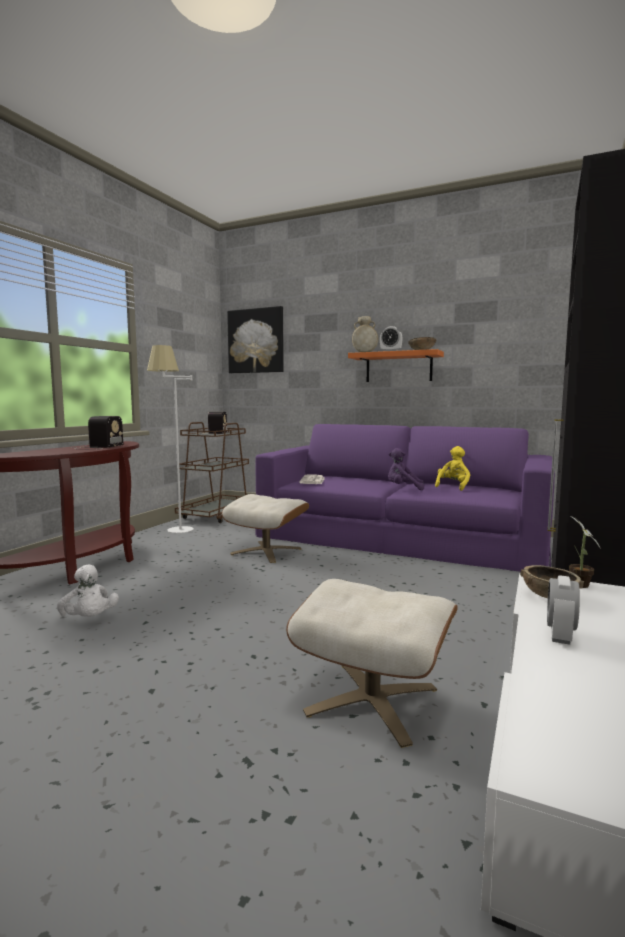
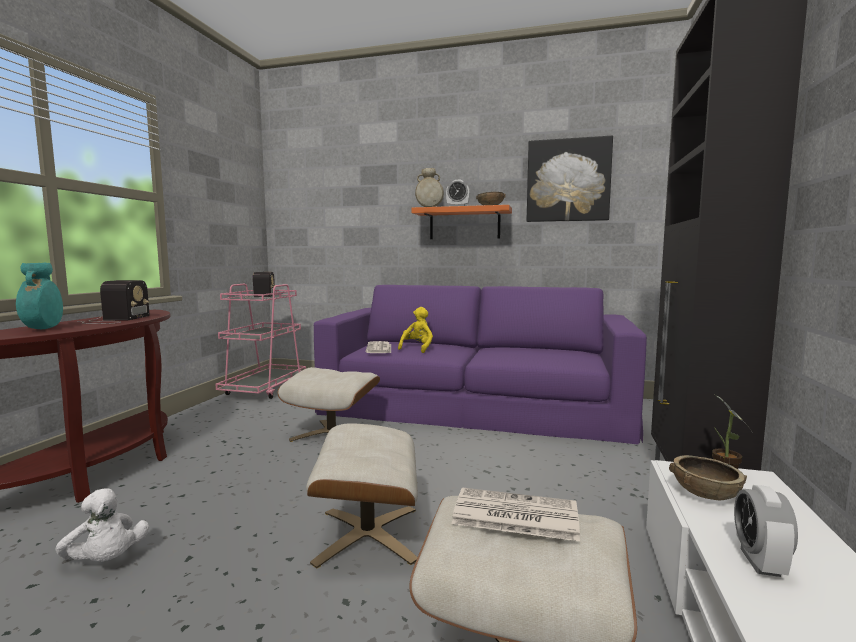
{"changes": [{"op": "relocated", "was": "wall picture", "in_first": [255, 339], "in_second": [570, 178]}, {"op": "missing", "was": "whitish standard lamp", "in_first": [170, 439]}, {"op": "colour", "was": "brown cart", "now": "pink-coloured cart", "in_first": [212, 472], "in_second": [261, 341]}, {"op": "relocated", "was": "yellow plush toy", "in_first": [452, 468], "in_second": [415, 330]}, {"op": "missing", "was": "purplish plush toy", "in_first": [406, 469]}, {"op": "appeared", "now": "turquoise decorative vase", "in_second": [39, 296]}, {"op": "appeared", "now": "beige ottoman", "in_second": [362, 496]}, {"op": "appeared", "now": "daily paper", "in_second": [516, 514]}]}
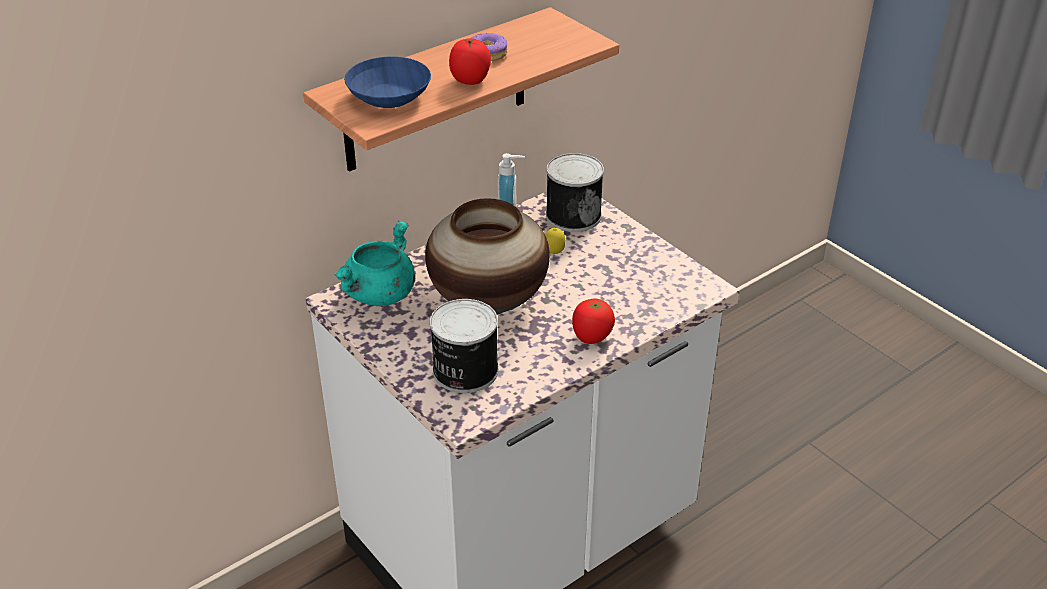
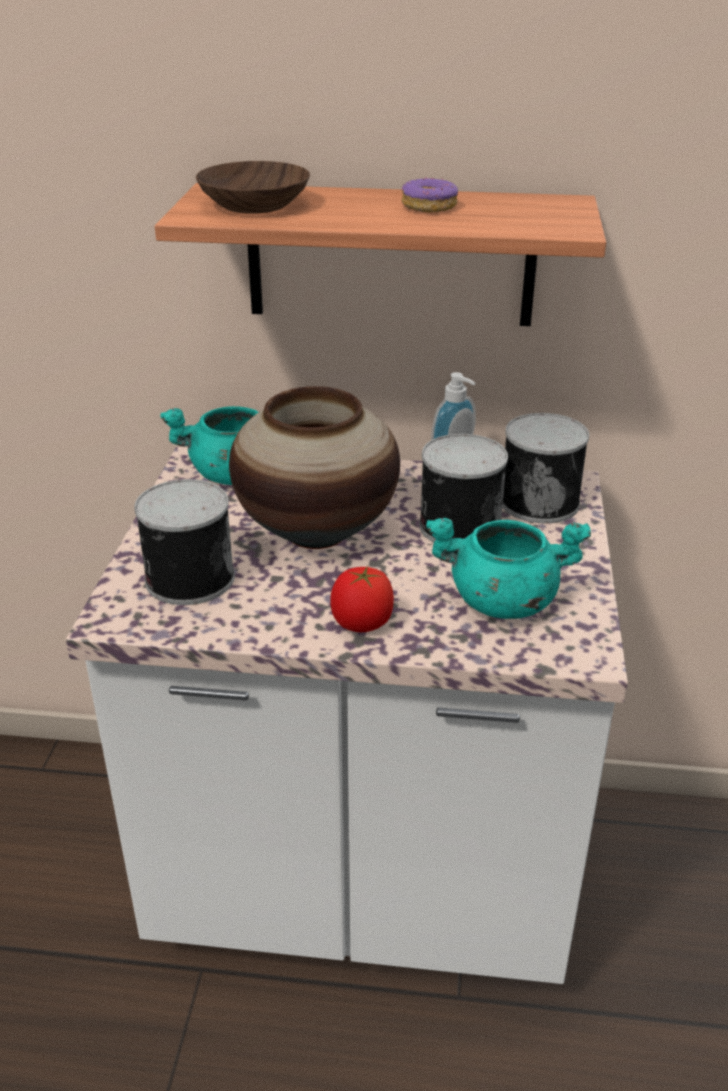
{"changes": [{"op": "missing", "was": "tomato", "in_first": [470, 61]}, {"op": "colour", "was": "blue-coloured serving bowl", "now": "brown serving bowl", "in_first": [387, 82], "in_second": [253, 187]}, {"op": "exchanged", "was": "whole lemon", "now": "metal can", "in_first": [555, 241], "in_second": [463, 488]}, {"op": "appeared", "now": "turquoise cooking pot", "in_second": [508, 568]}]}
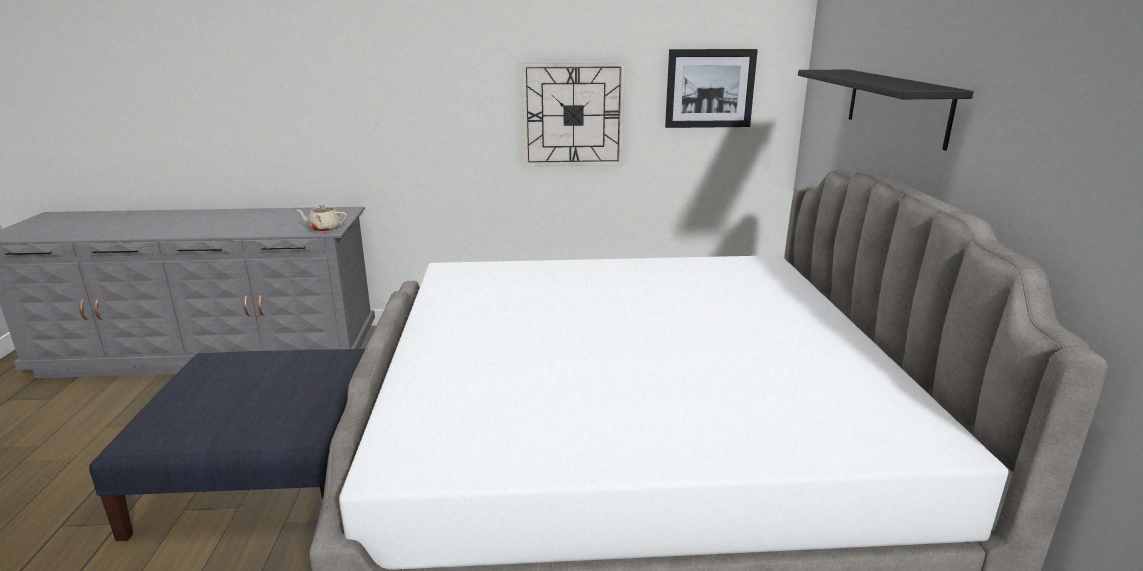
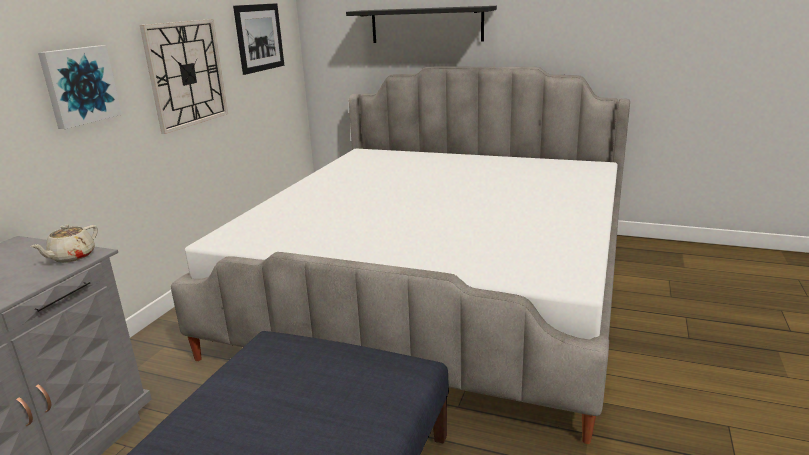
{"changes": [{"op": "appeared", "now": "wall picture", "in_second": [80, 87]}]}
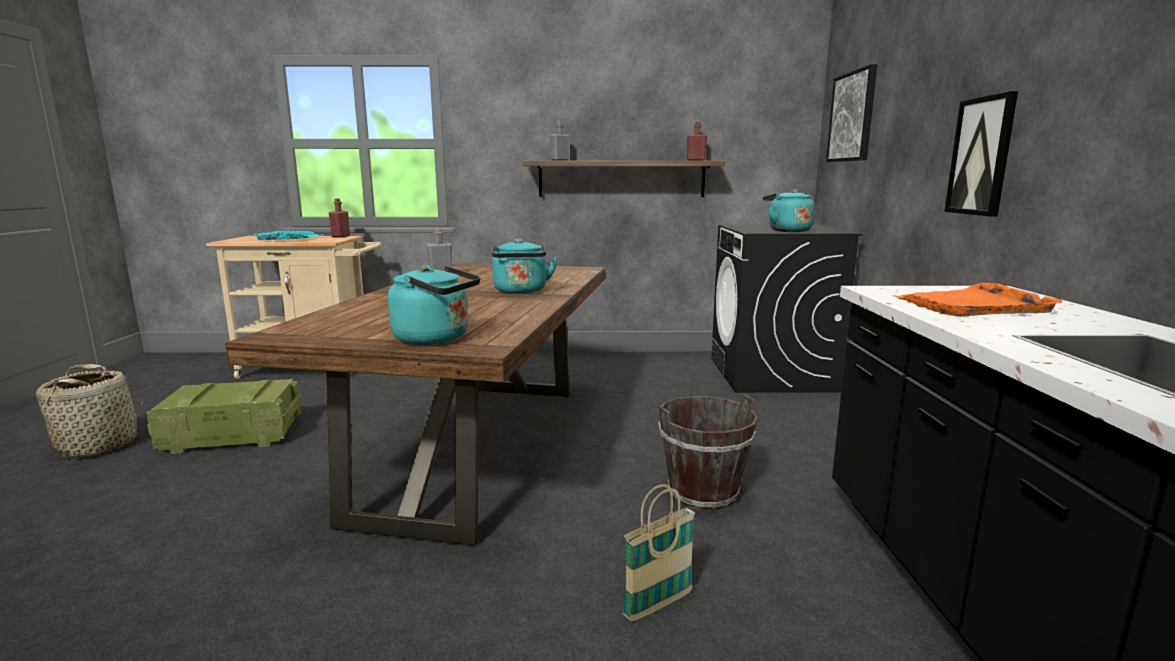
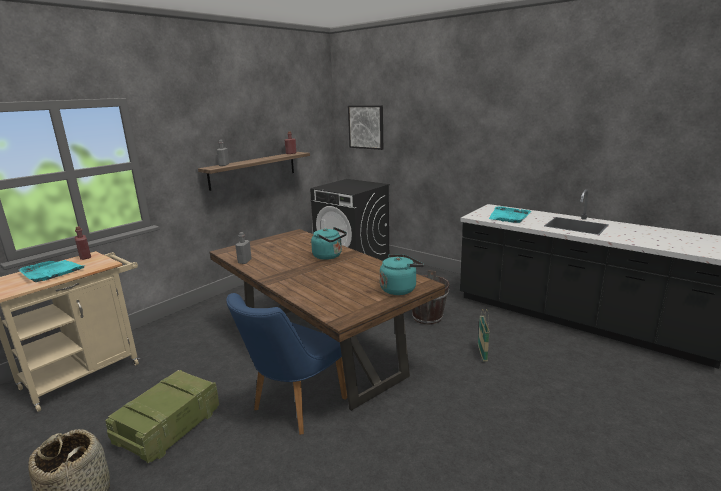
{"changes": [{"op": "missing", "was": "wall picture", "in_first": [981, 153]}, {"op": "missing", "was": "turquoise kettle", "in_first": [788, 210]}, {"op": "colour", "was": "orangey carrying tray", "now": "turquoise carrying tray", "in_first": [978, 300], "in_second": [510, 215]}, {"op": "appeared", "now": "blue-coloured upright chair", "in_second": [286, 364]}]}
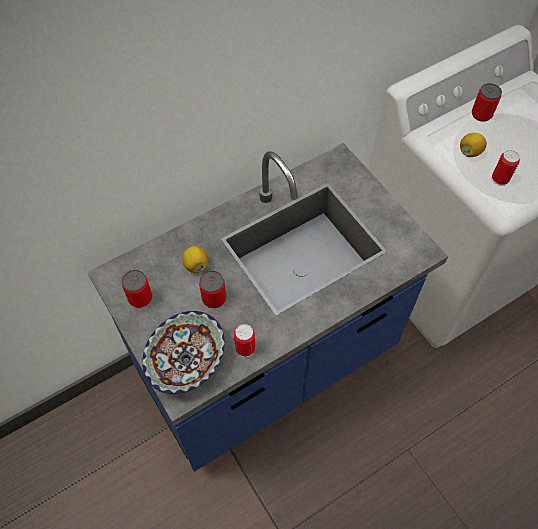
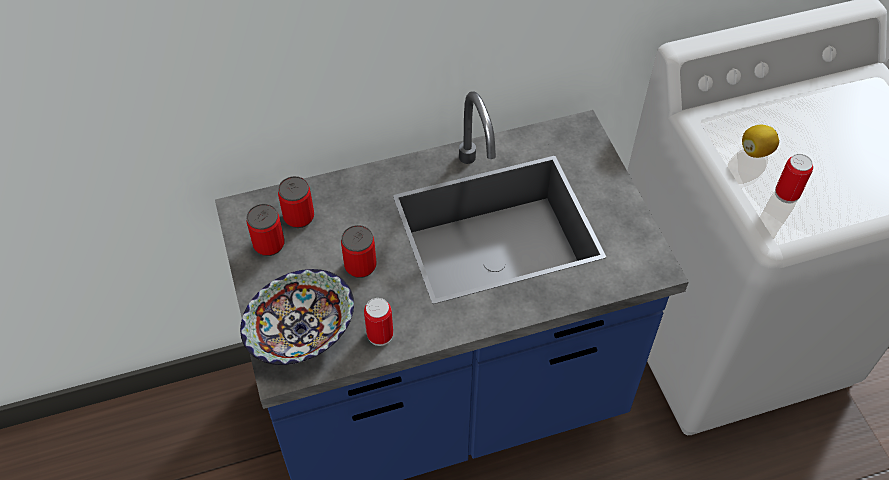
{"changes": [{"op": "relocated", "was": "metal can", "in_first": [487, 102], "in_second": [296, 202]}, {"op": "missing", "was": "whole lemon", "in_first": [195, 259]}]}
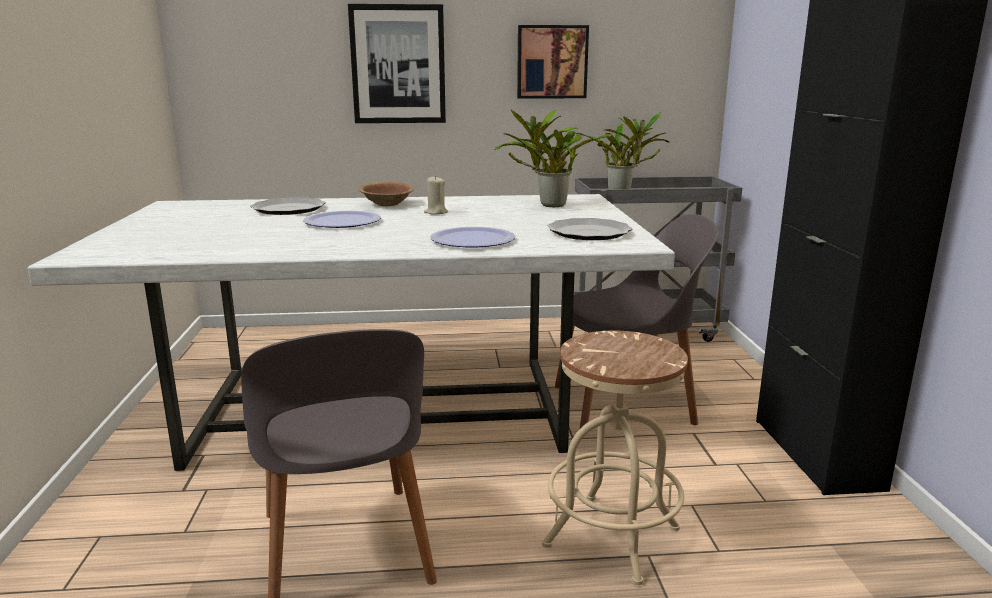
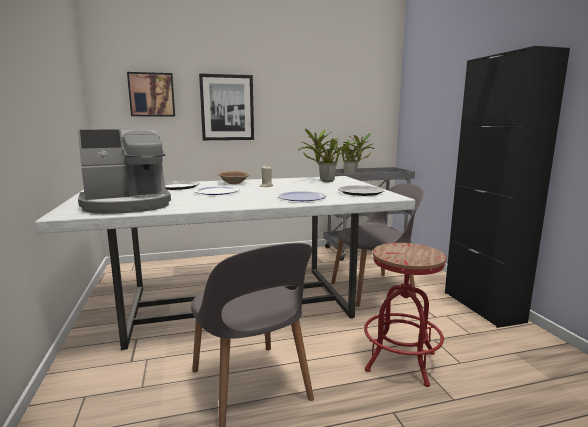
{"changes": [{"op": "relocated", "was": "wall picture", "in_first": [553, 62], "in_second": [151, 94]}, {"op": "colour", "was": "beige sitting stool", "now": "red sitting stool", "in_first": [615, 458], "in_second": [405, 315]}, {"op": "appeared", "now": "coffee maker", "in_second": [124, 171]}]}
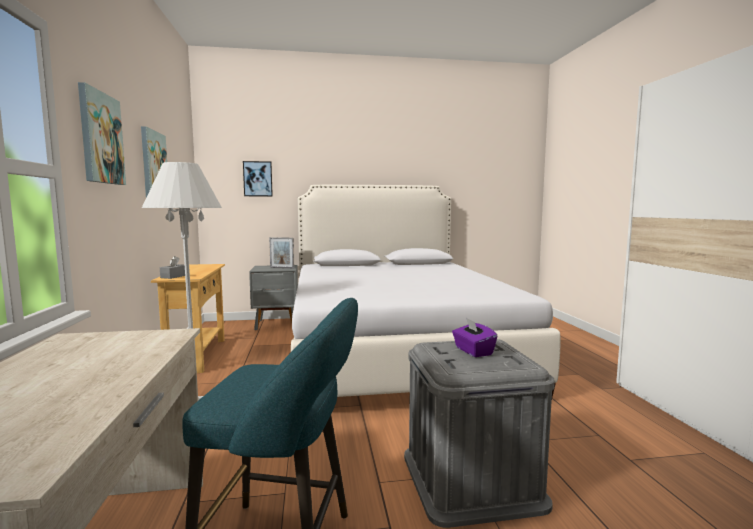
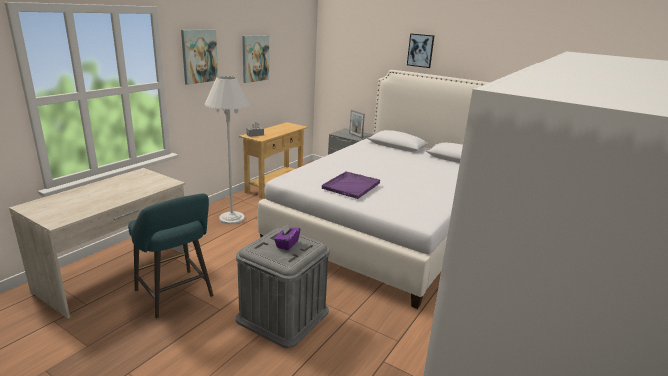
{"changes": [{"op": "relocated", "was": "wall picture", "in_first": [258, 178], "in_second": [420, 50]}, {"op": "appeared", "now": "purplish carrying tray", "in_second": [351, 185]}]}
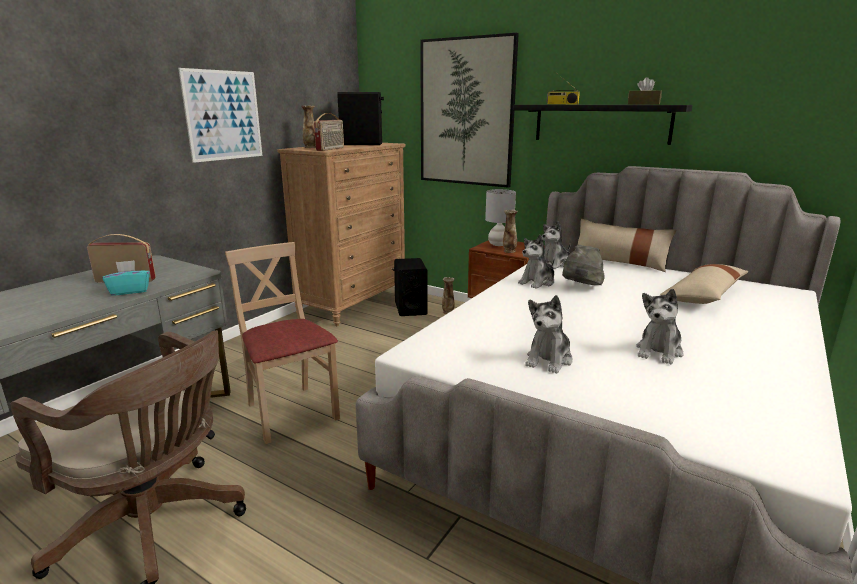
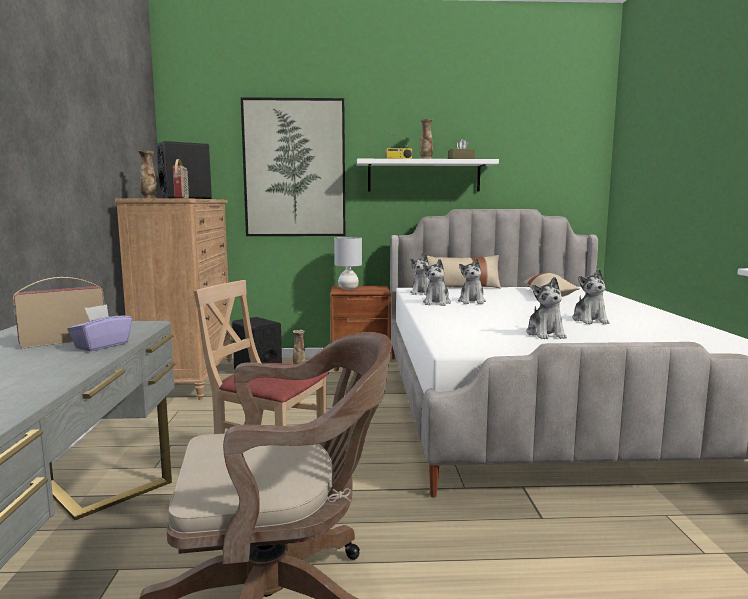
{"changes": [{"op": "missing", "was": "wall picture", "in_first": [220, 115]}, {"op": "colour", "was": "black bracket shelf", "now": "whitish bracket shelf", "in_first": [603, 125], "in_second": [428, 175]}, {"op": "relocated", "was": "decorative vase", "in_first": [510, 231], "in_second": [426, 139]}, {"op": "exchanged", "was": "gray hat", "now": "plush toy", "in_first": [583, 265], "in_second": [472, 281]}, {"op": "colour", "was": "turquoise tissue box", "now": "purplish tissue box", "in_first": [126, 278], "in_second": [99, 327]}]}
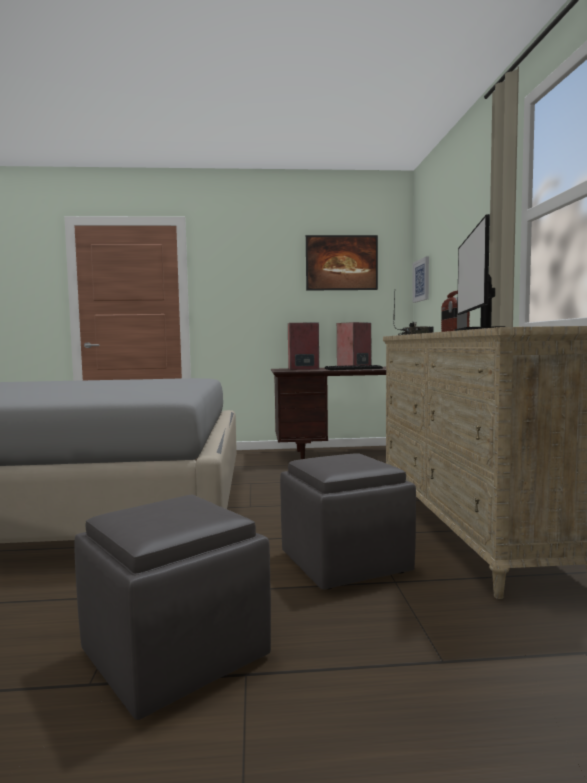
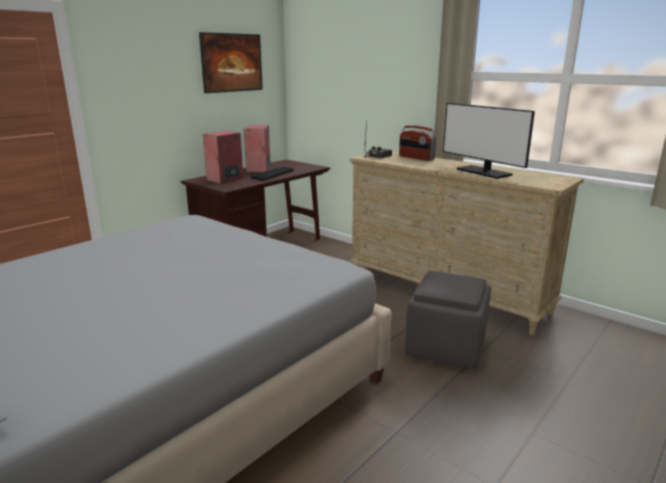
{"changes": [{"op": "missing", "was": "wall picture", "in_first": [420, 279]}, {"op": "missing", "was": "gray ottoman", "in_first": [173, 607]}]}
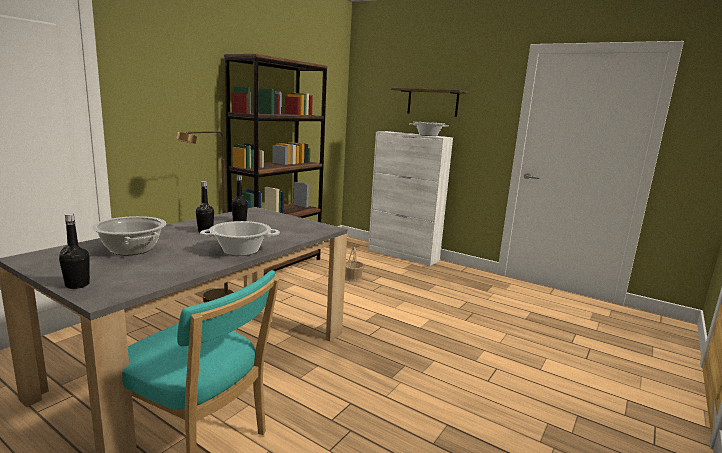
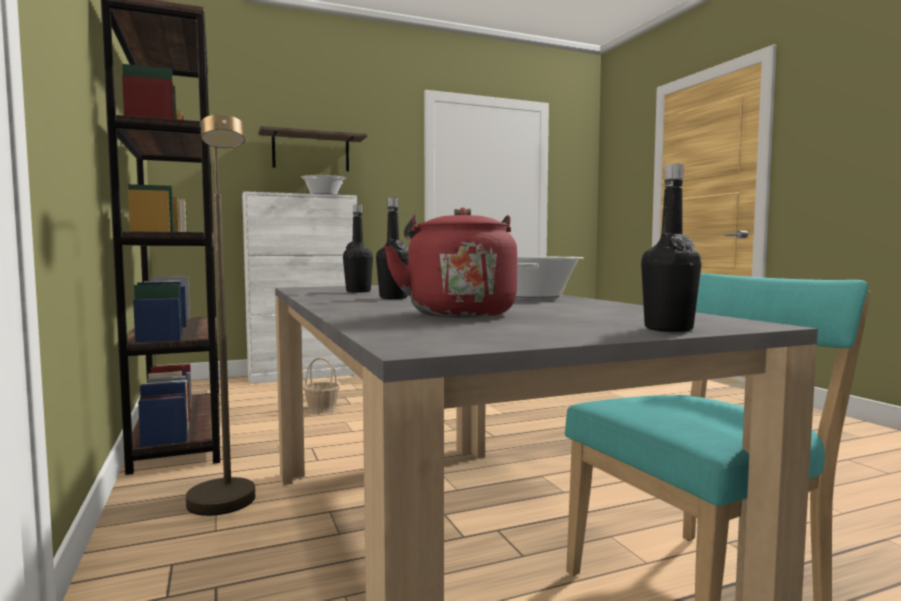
{"changes": [{"op": "exchanged", "was": "cooking pot", "now": "red kettle", "in_first": [128, 235], "in_second": [450, 263]}]}
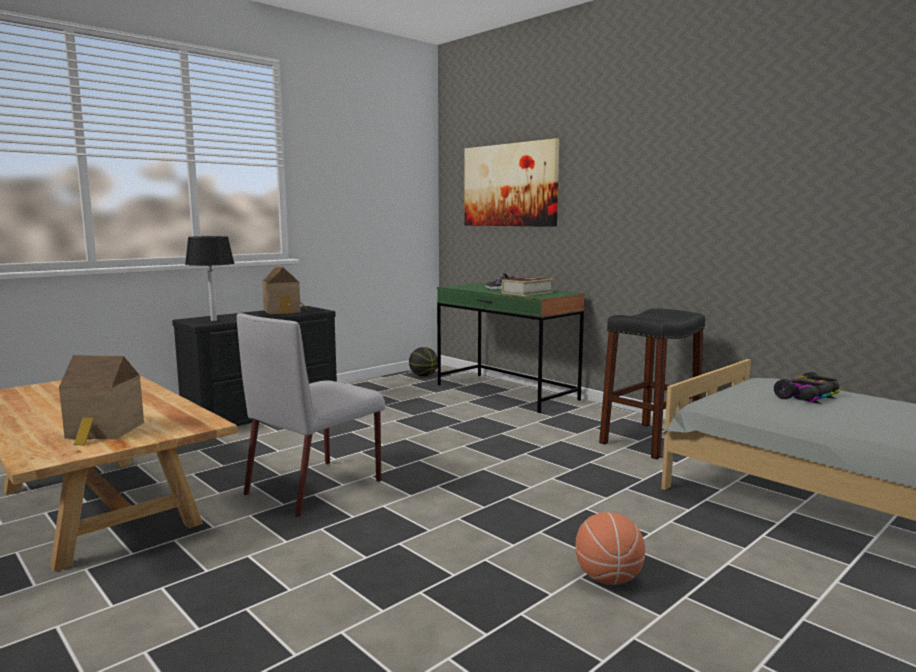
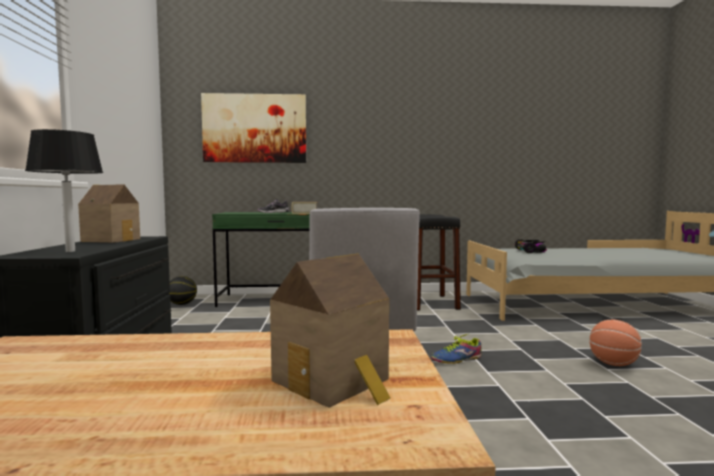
{"changes": [{"op": "appeared", "now": "item of footwear", "in_second": [456, 349]}]}
